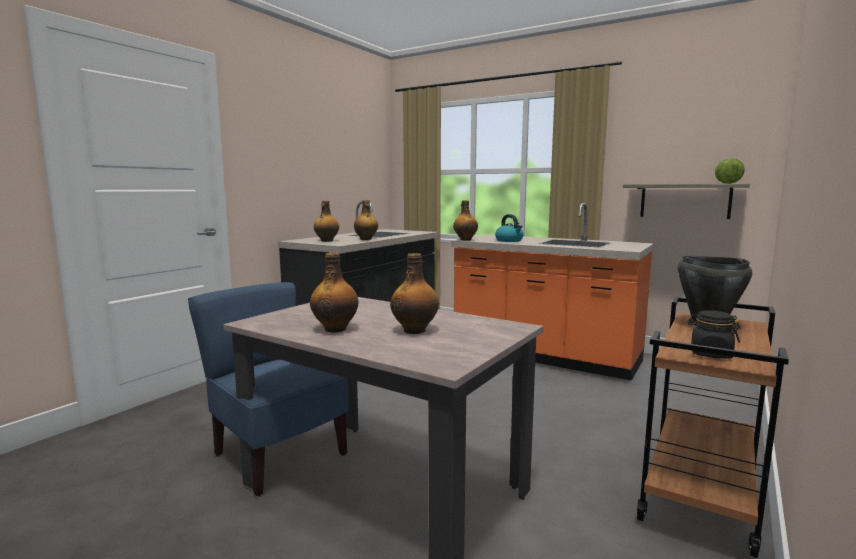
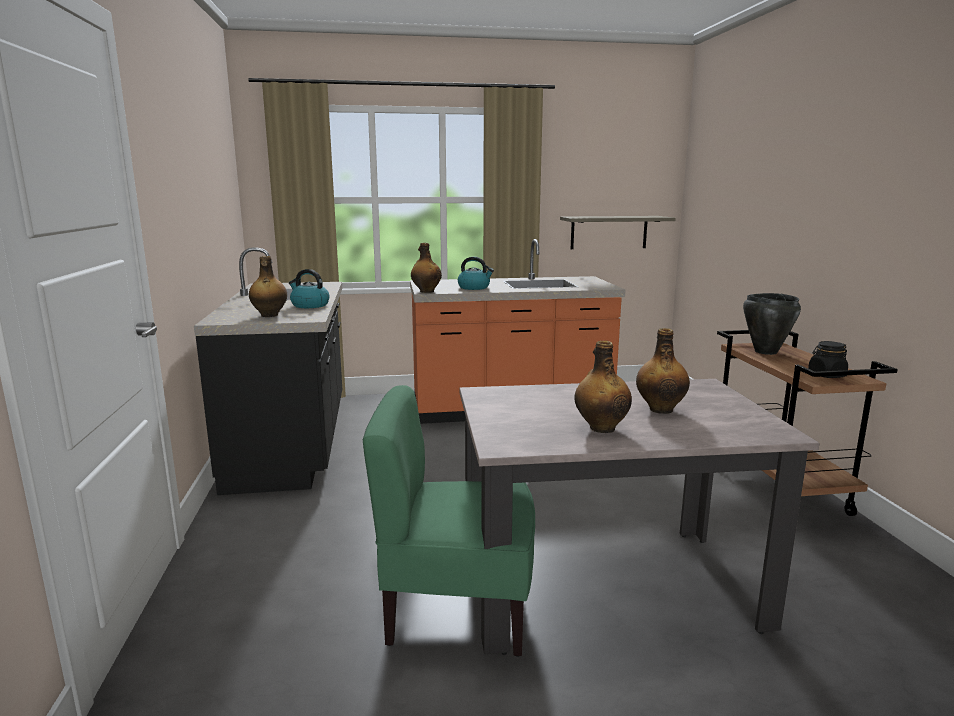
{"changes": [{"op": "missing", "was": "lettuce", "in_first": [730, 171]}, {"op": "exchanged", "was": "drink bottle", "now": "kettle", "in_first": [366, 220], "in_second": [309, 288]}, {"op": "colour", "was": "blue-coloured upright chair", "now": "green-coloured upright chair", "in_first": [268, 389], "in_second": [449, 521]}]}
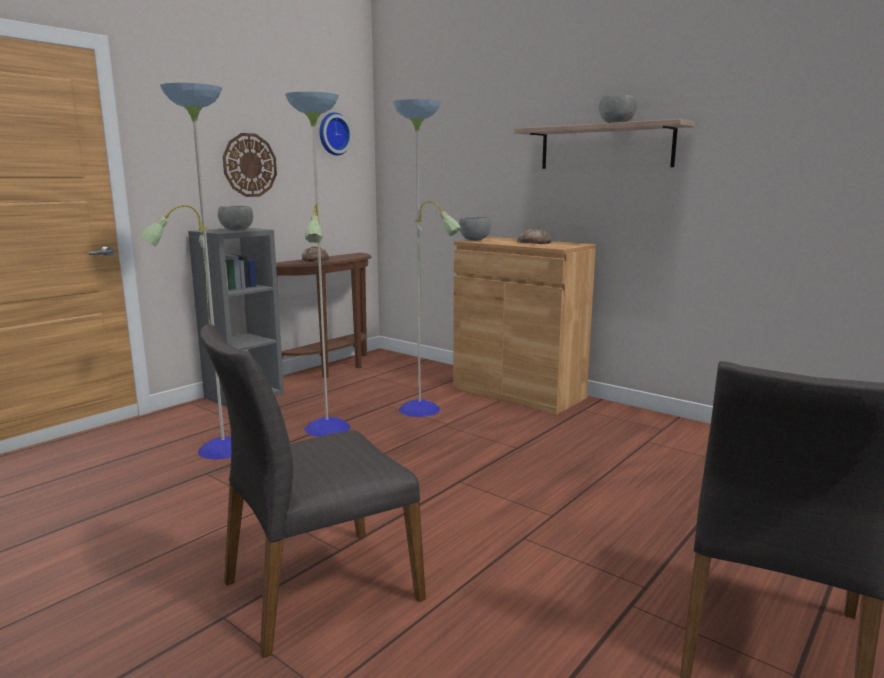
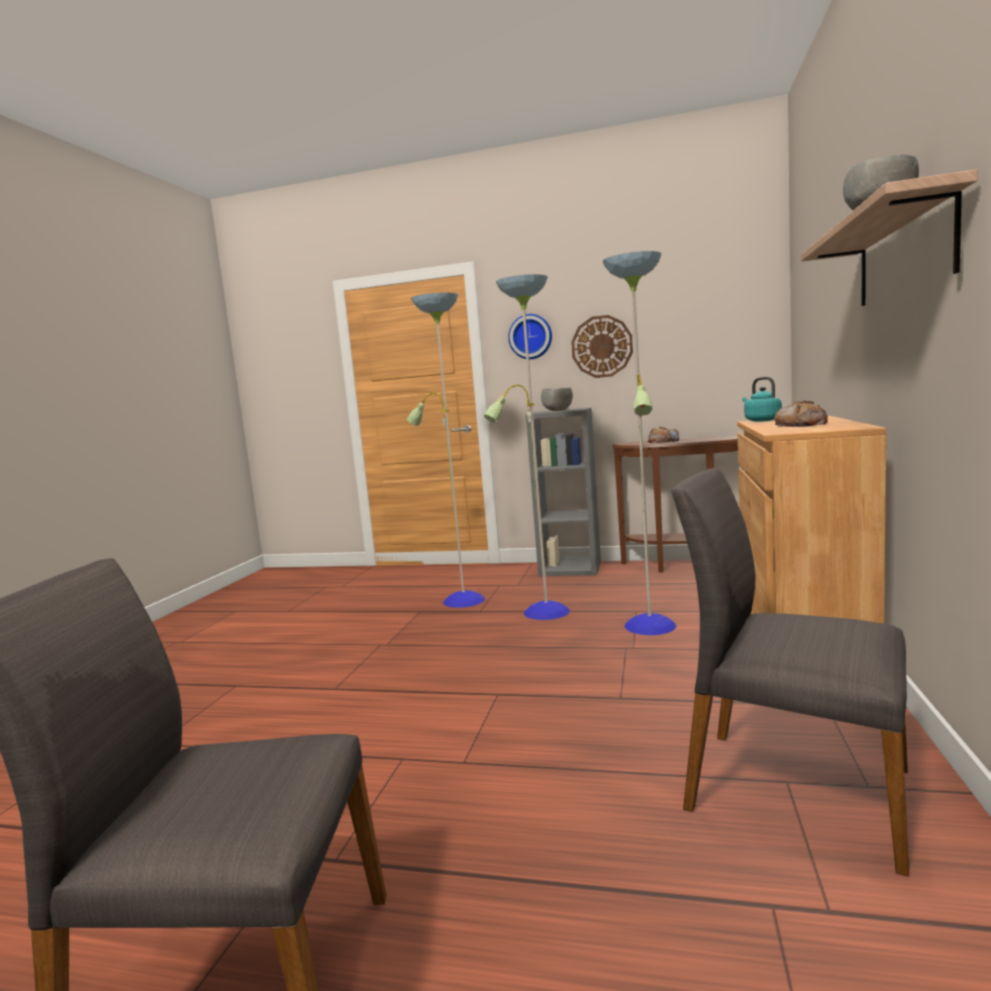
{"changes": [{"op": "relocated", "was": "hanging clock", "in_first": [335, 134], "in_second": [530, 336]}, {"op": "exchanged", "was": "gray serving bowl", "now": "turquoise kettle", "in_first": [475, 229], "in_second": [762, 399]}, {"op": "relocated", "was": "gray upright chair", "in_first": [313, 491], "in_second": [790, 672]}]}
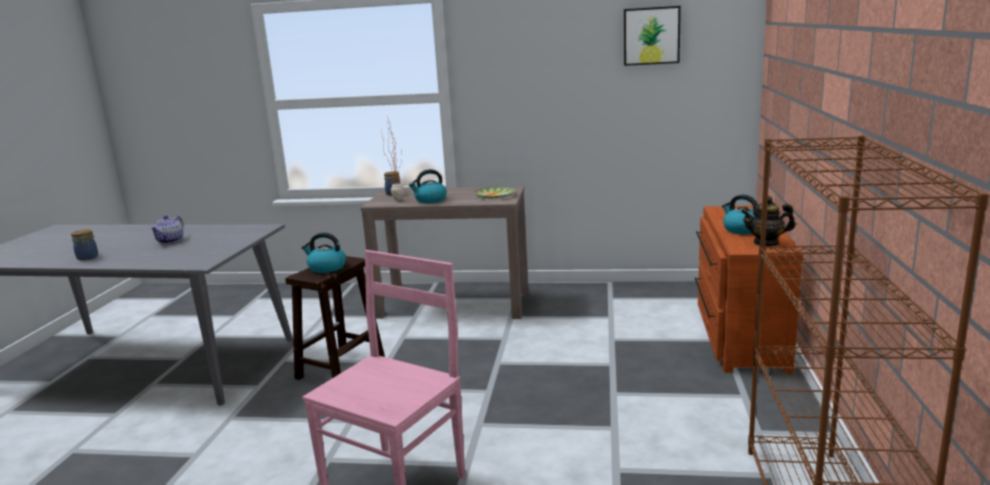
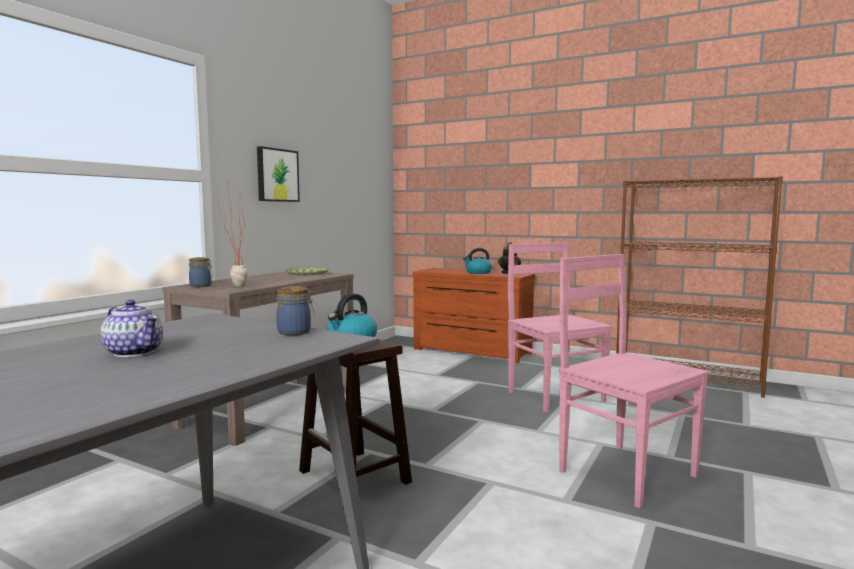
{"changes": [{"op": "relocated", "was": "wall picture", "in_first": [652, 36], "in_second": [278, 174]}, {"op": "missing", "was": "kettle", "in_first": [428, 186]}, {"op": "relocated", "was": "preserve jar", "in_first": [84, 244], "in_second": [295, 310]}, {"op": "appeared", "now": "pink-coloured upright chair", "in_second": [560, 327]}]}
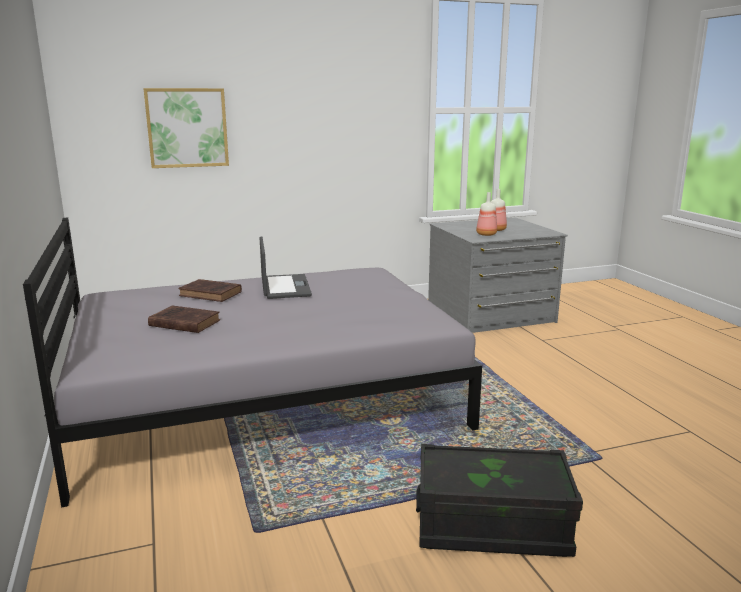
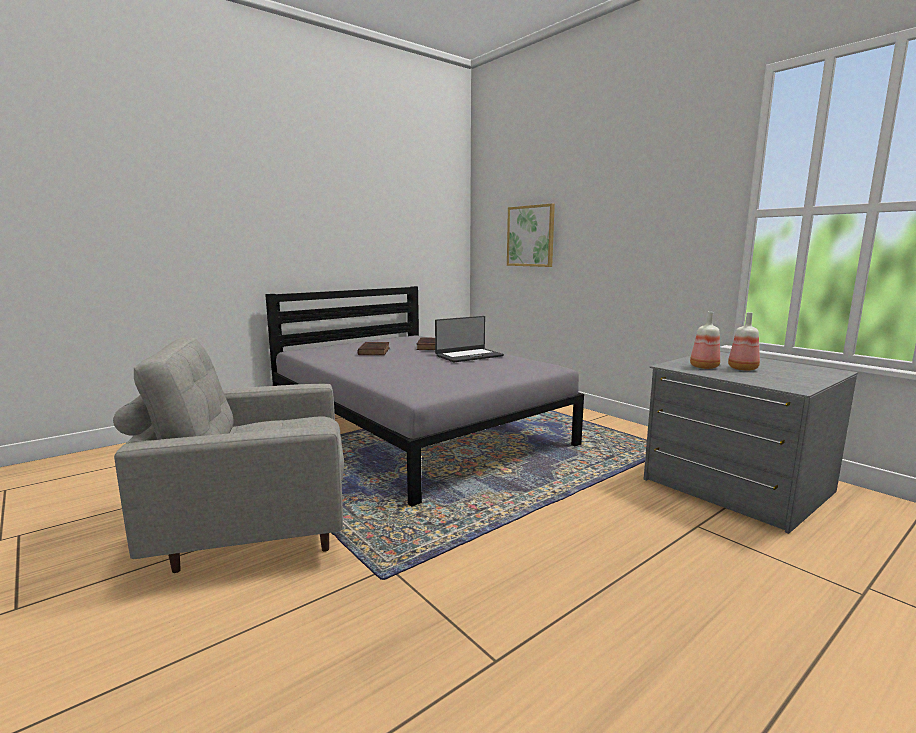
{"changes": [{"op": "exchanged", "was": "black storage bin", "now": "gray easy chair", "in_first": [499, 500], "in_second": [228, 455]}]}
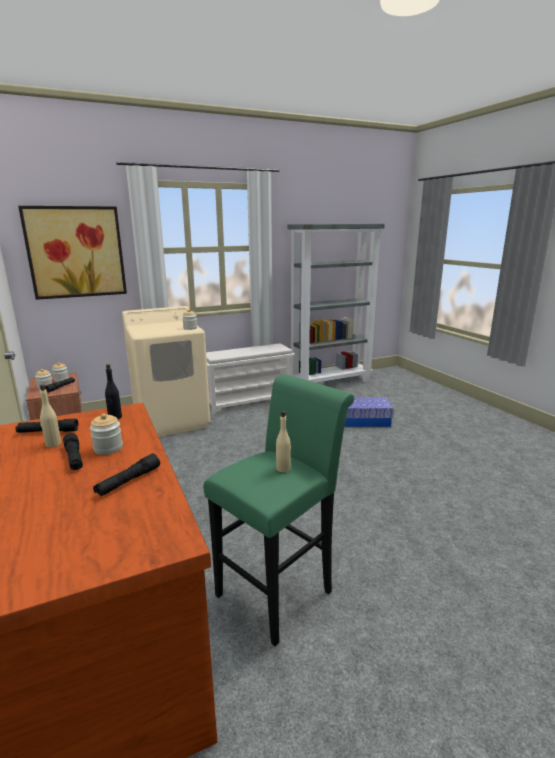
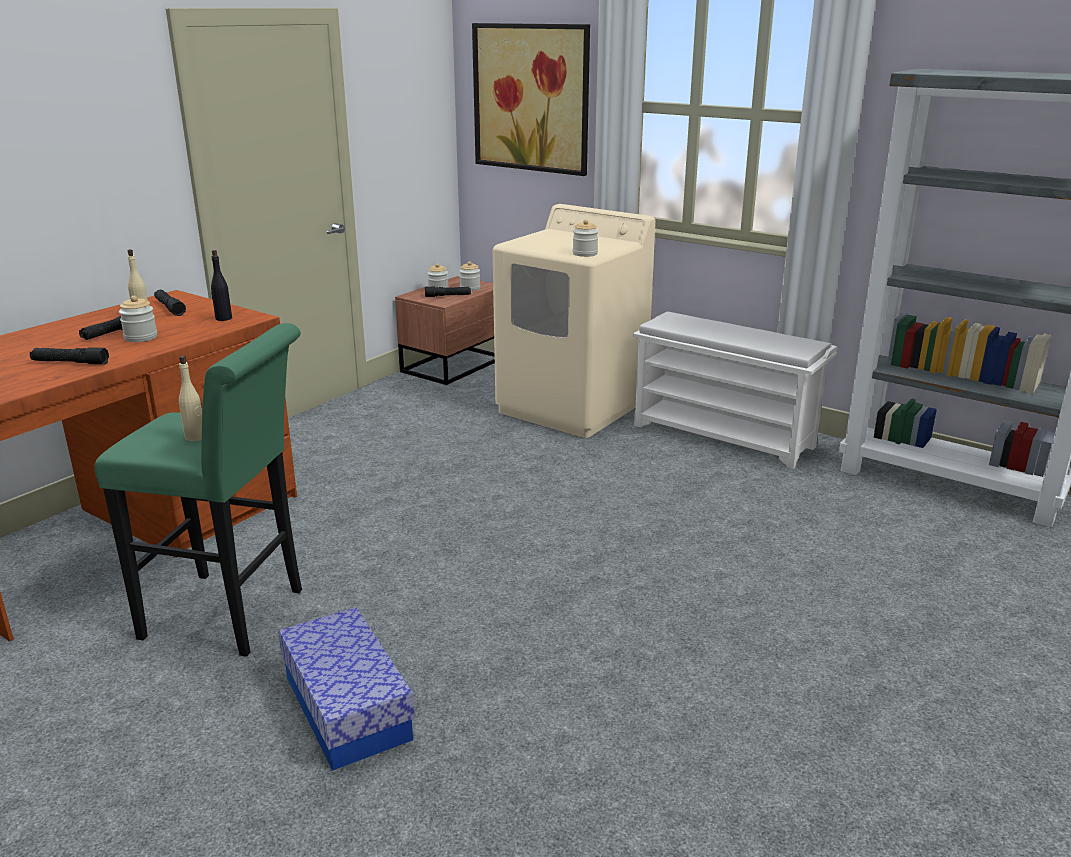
{"changes": [{"op": "relocated", "was": "storage bin", "in_first": [369, 412], "in_second": [346, 689]}]}
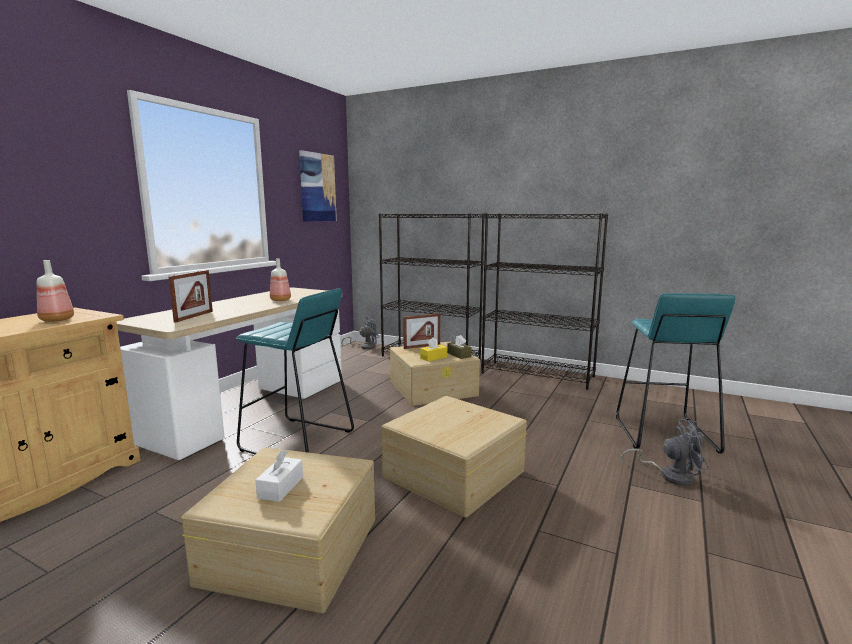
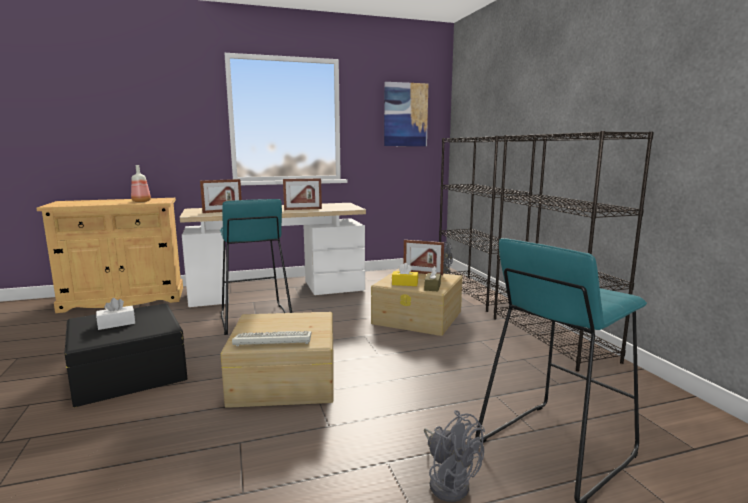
{"changes": [{"op": "exchanged", "was": "drink bottle", "now": "standing frame", "in_first": [280, 279], "in_second": [302, 194]}, {"op": "colour", "was": "beige storage bin", "now": "black storage bin", "in_first": [278, 530], "in_second": [126, 355]}, {"op": "appeared", "now": "keyboard", "in_second": [271, 338]}]}
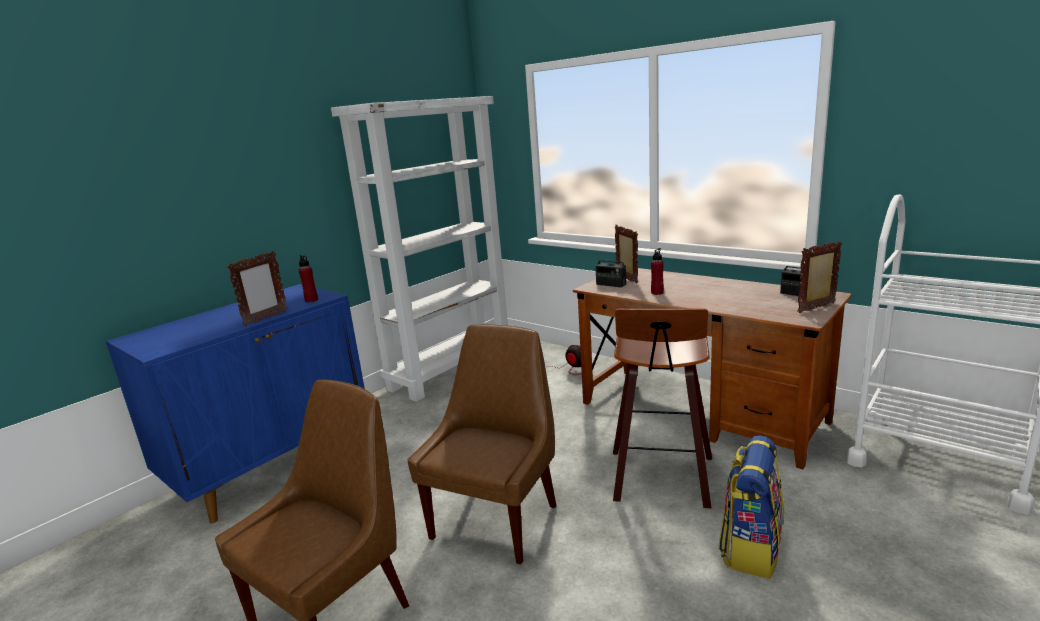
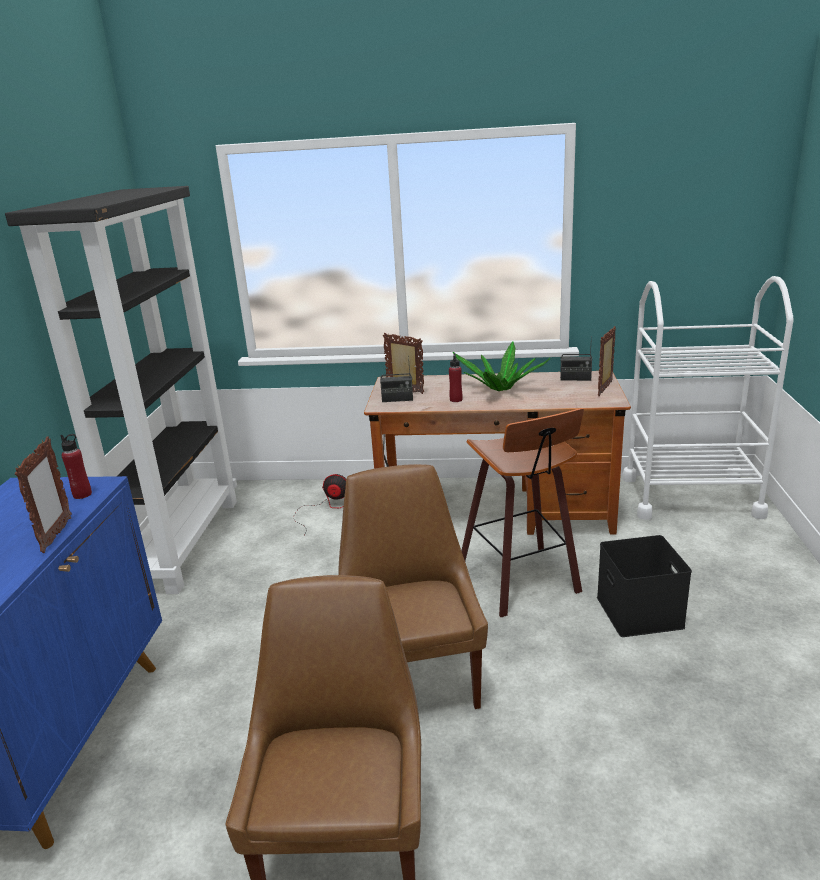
{"changes": [{"op": "colour", "was": "whitish shelving unit", "now": "black shelving unit", "in_first": [419, 249], "in_second": [121, 390]}, {"op": "exchanged", "was": "knapsack", "now": "black storage bin", "in_first": [751, 507], "in_second": [644, 586]}, {"op": "appeared", "now": "potted plant", "in_second": [501, 366]}]}
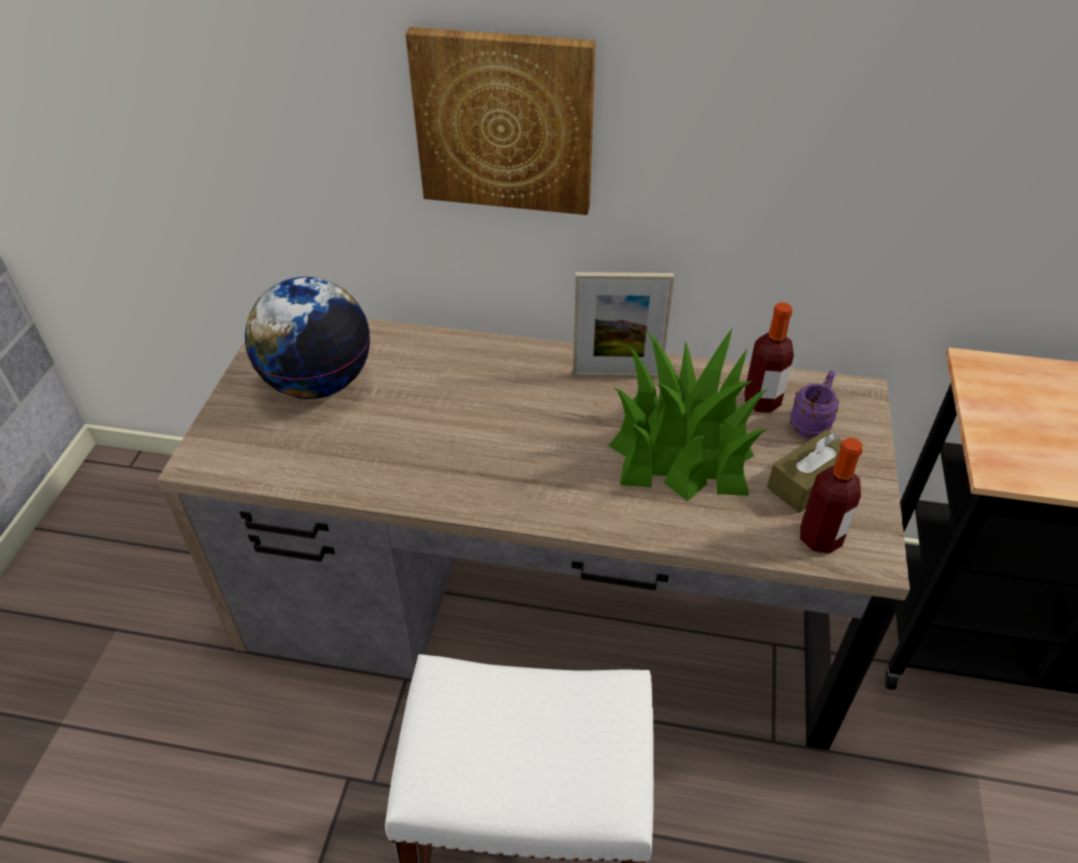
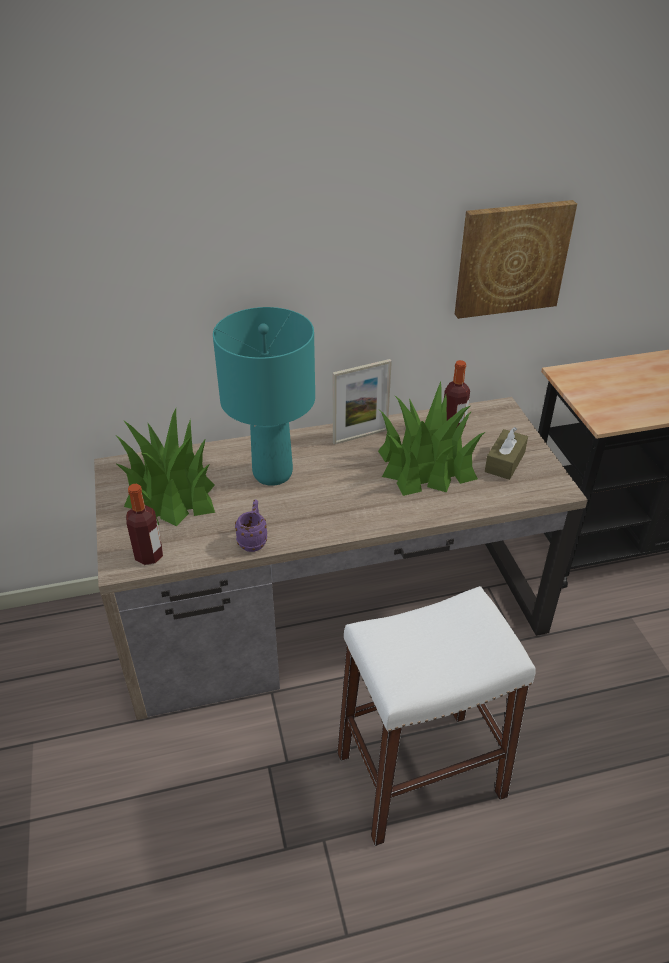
{"changes": [{"op": "relocated", "was": "wall picture", "in_first": [500, 121], "in_second": [516, 259]}, {"op": "exchanged", "was": "world globe", "now": "potted plant", "in_first": [307, 338], "in_second": [165, 467]}, {"op": "relocated", "was": "purplish tea mug", "in_first": [814, 404], "in_second": [251, 526]}, {"op": "relocated", "was": "drink bottle", "in_first": [831, 496], "in_second": [144, 524]}, {"op": "appeared", "now": "turquoise tabletop lamp", "in_second": [264, 396]}]}
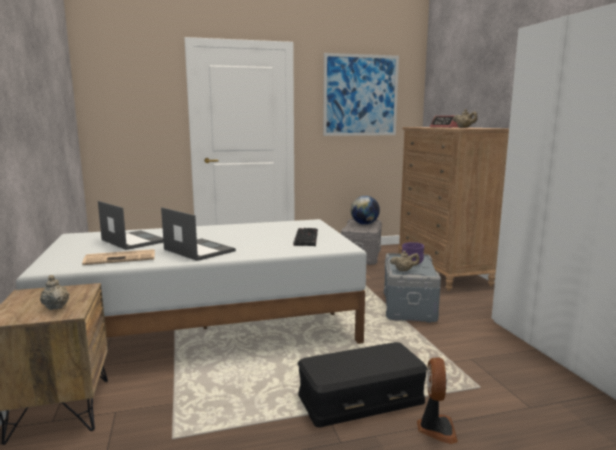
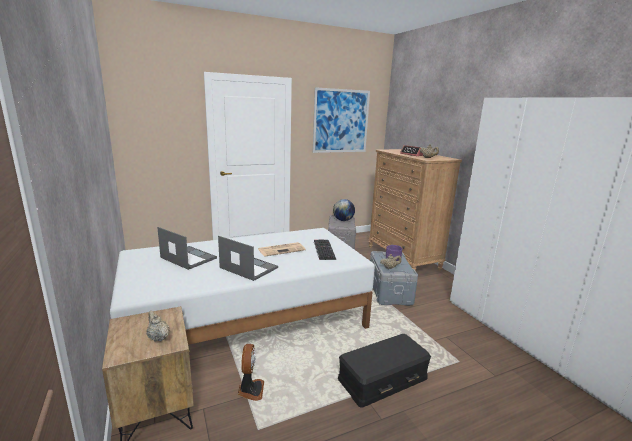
{"changes": [{"op": "relocated", "was": "daily paper", "in_first": [118, 257], "in_second": [282, 249]}, {"op": "relocated", "was": "electric fan", "in_first": [437, 401], "in_second": [251, 372]}]}
